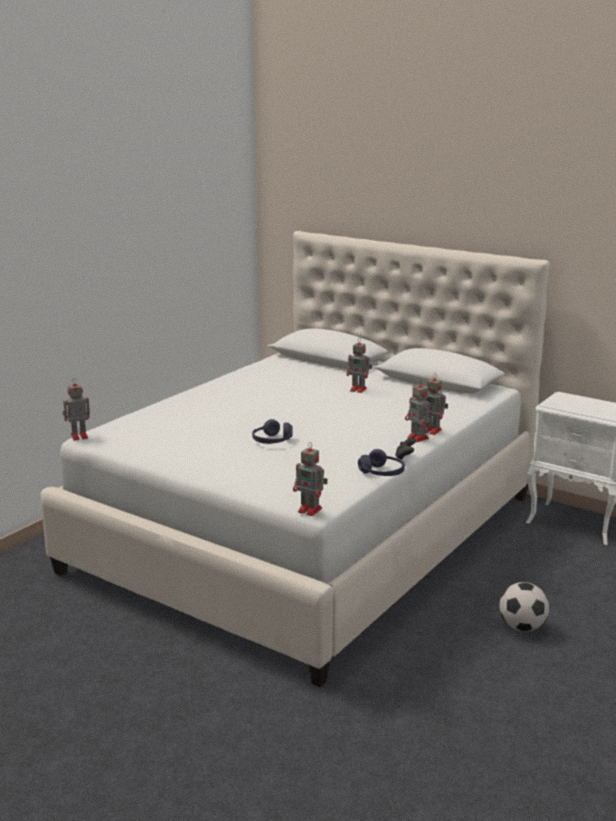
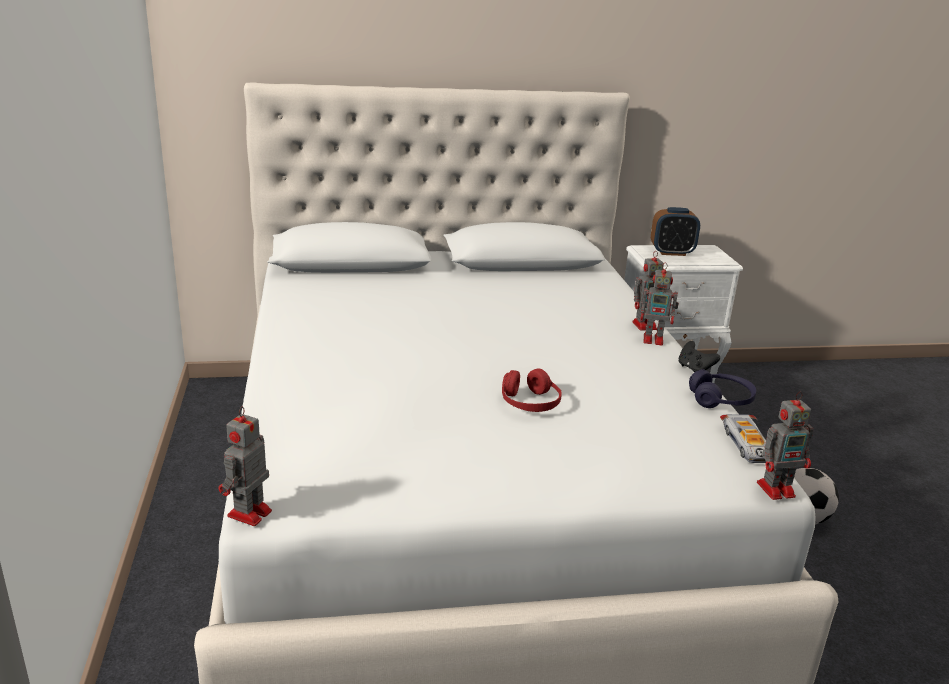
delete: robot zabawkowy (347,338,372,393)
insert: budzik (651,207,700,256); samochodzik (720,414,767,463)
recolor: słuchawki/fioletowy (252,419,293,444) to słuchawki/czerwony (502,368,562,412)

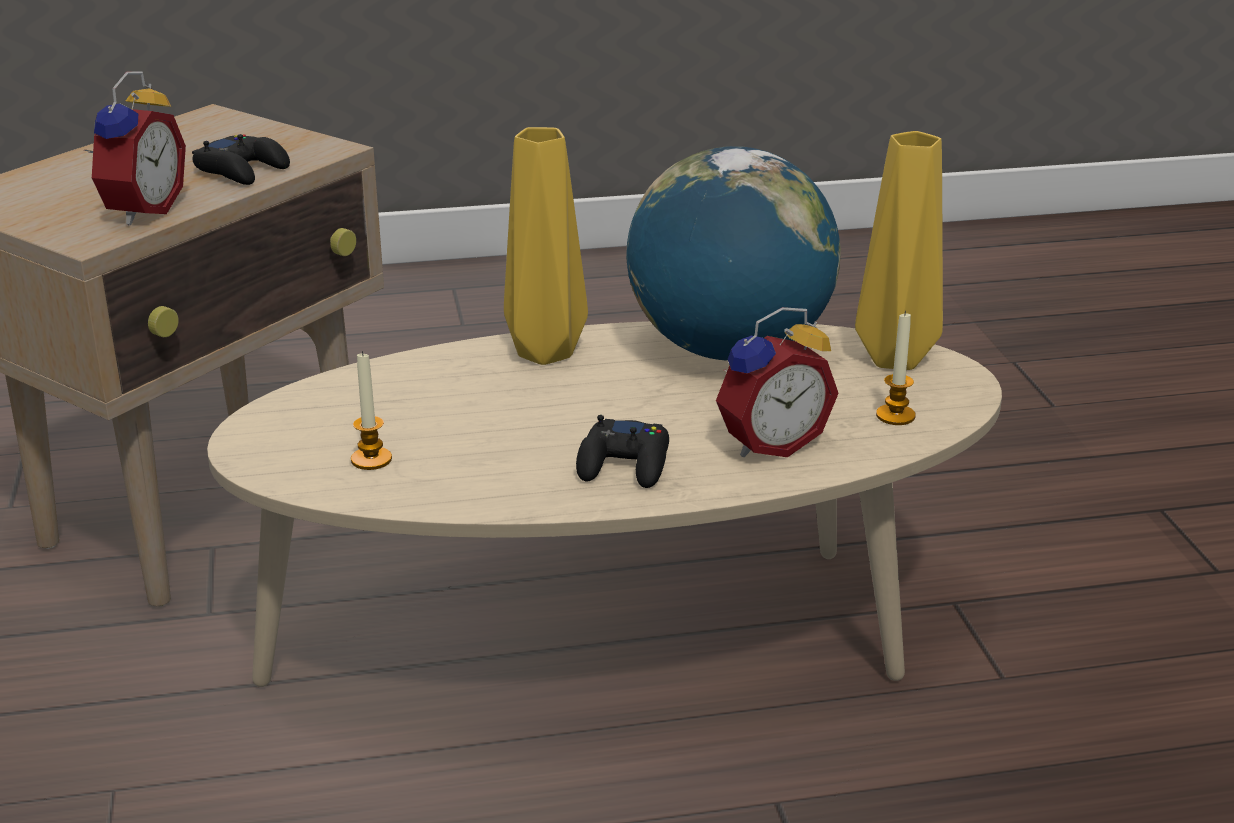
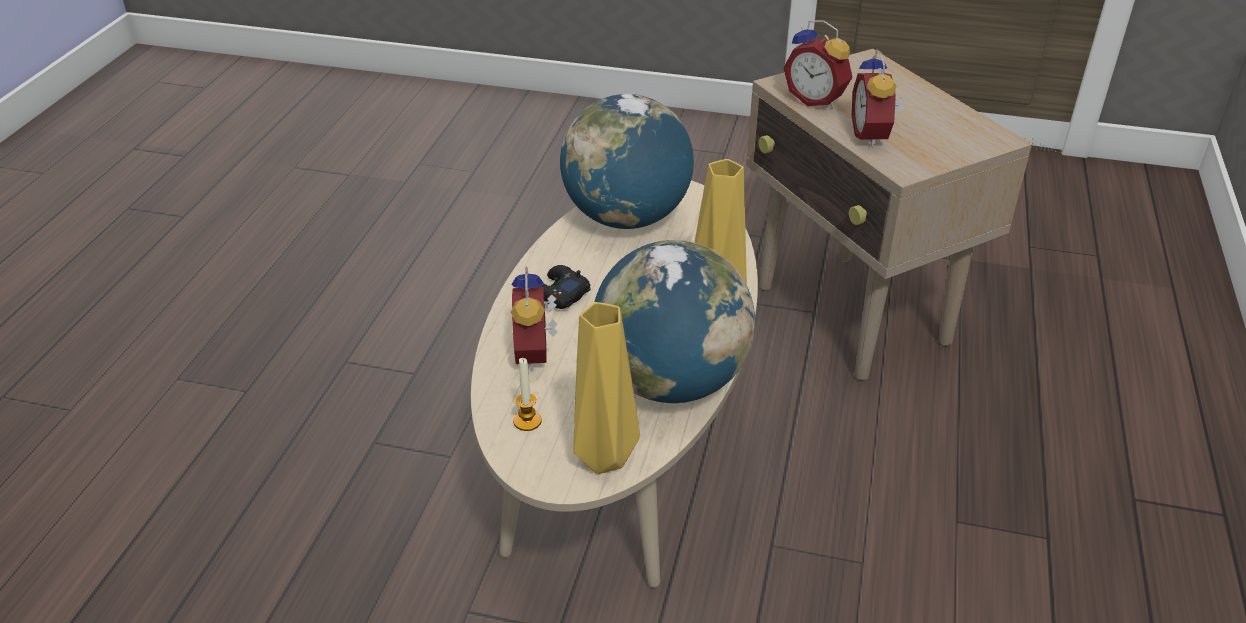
replace: świeca (351,351,392,470) to globus (560,94,694,229); pad do gier/czarny (192,134,290,185) to budzik (852,50,904,147)

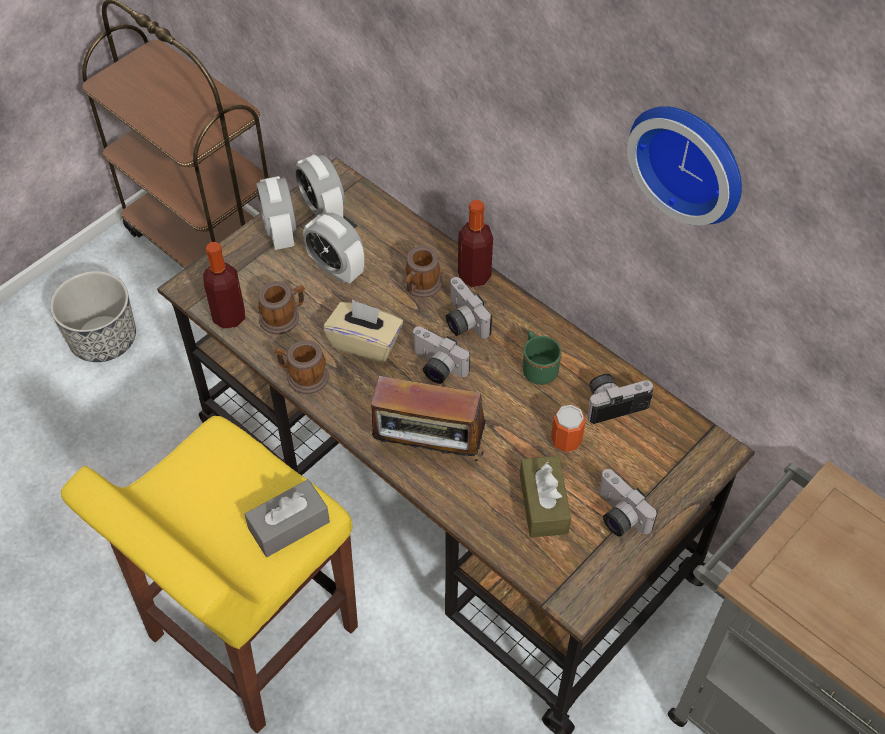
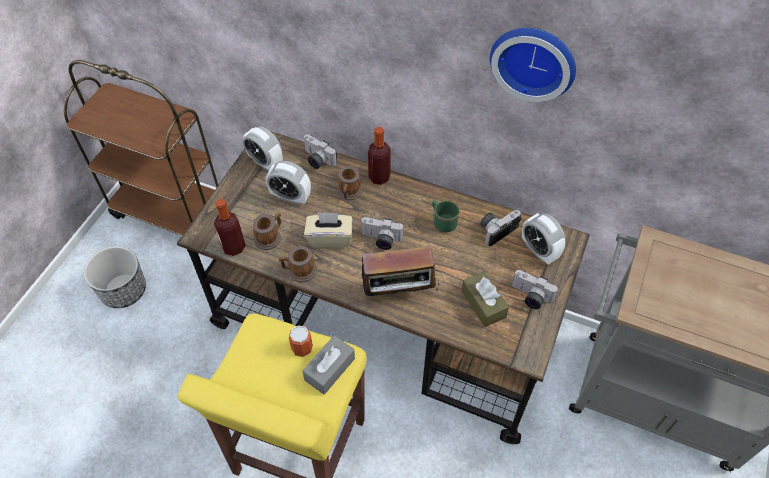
move: puszka (551,405,586,452) to (289,325,313,357); aparat fotograficzny (446,277,492,339) to (304,134,337,169); budzik (256,176,296,250) to (522,213,566,265)

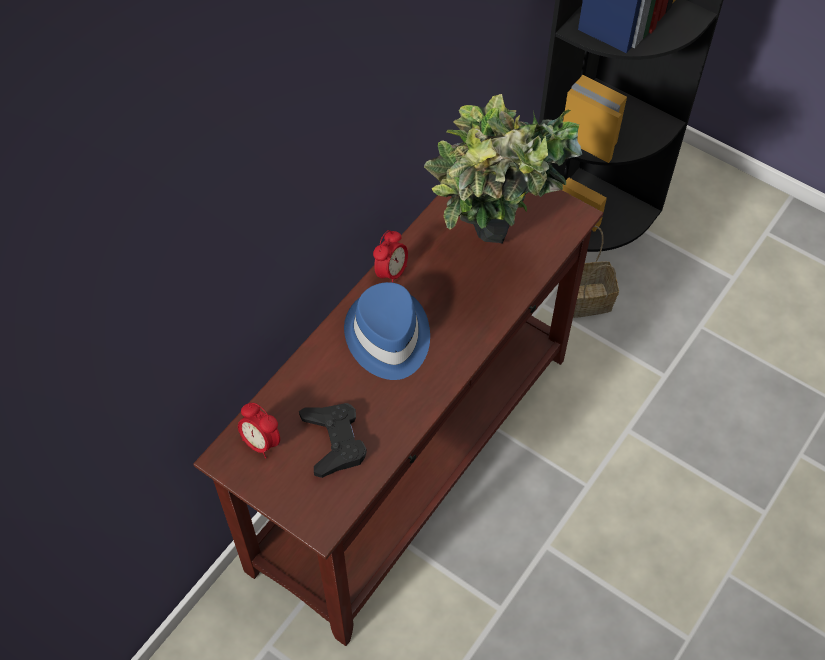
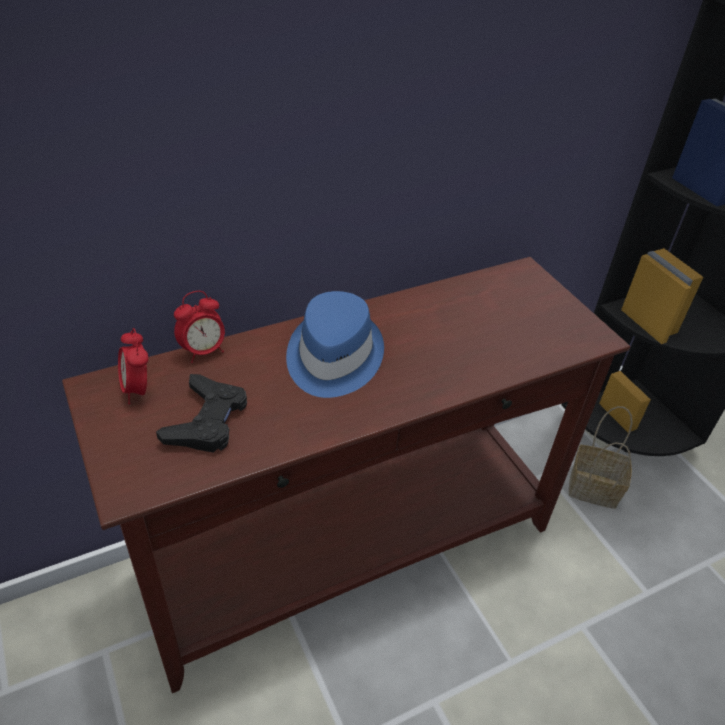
delete: roślina doniczkowa (424,94,582,244)
move: budzik (373,230,408,283) to (174,291,225,363)

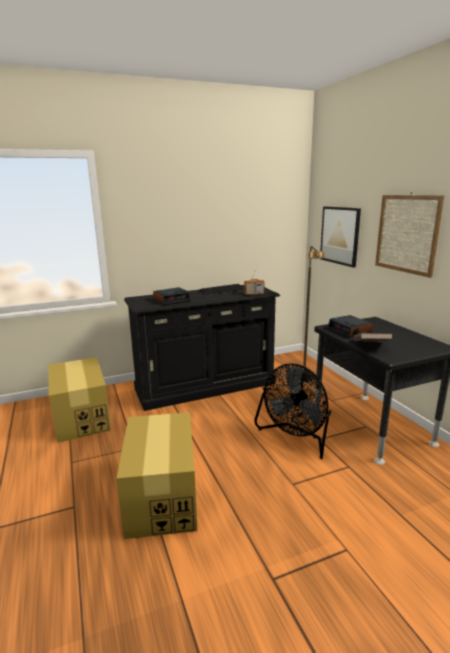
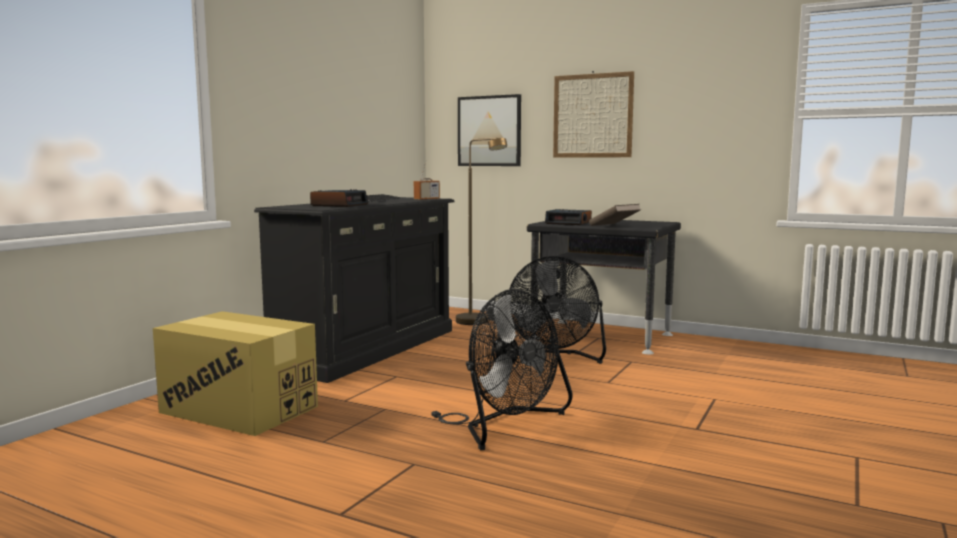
replace: karton (116,412,197,539) to wentylator/czarny (432,289,573,450)

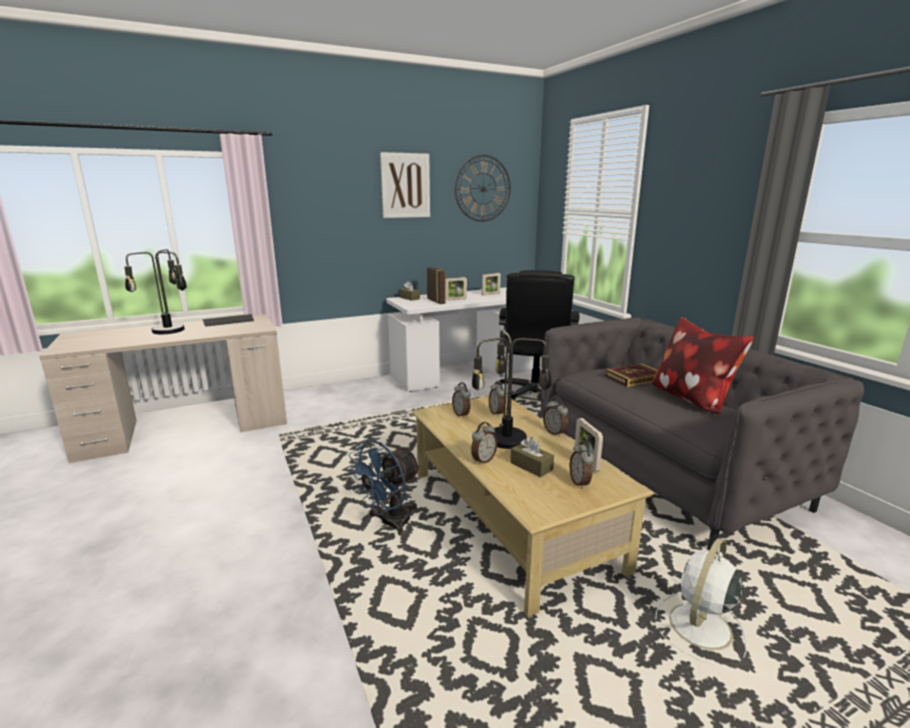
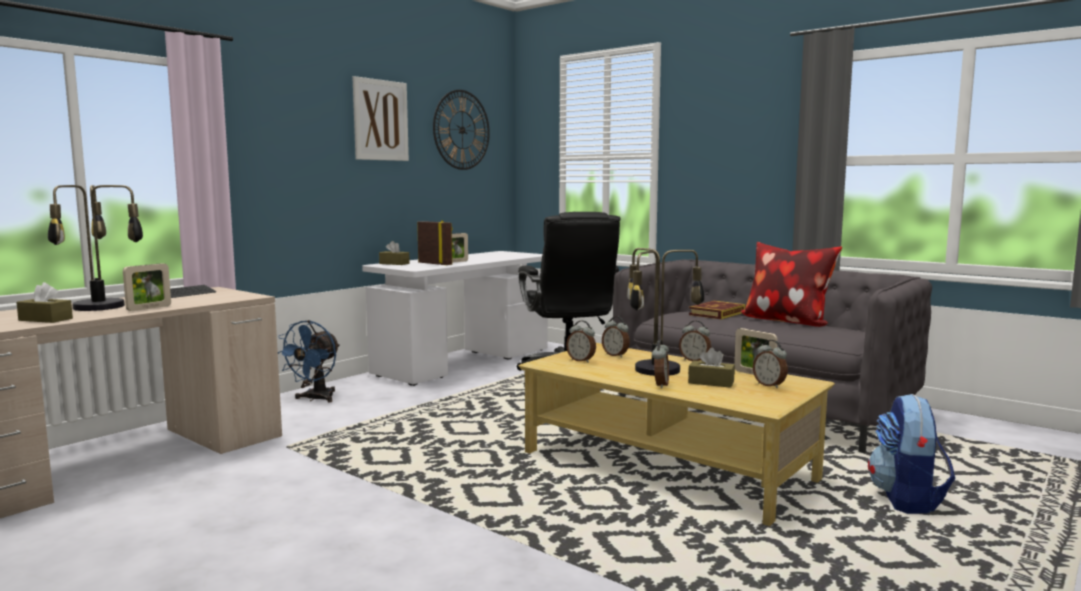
insert: pudełko chusteczek/brązowy (16,282,73,323)
move: ramka na zdjęcie (482,273,501,296) to (123,263,171,311); wentylator/niebieski (347,440,421,535) to (278,320,340,403)
replace: wentylator/biały (655,538,747,665) to plecak (868,394,955,514)

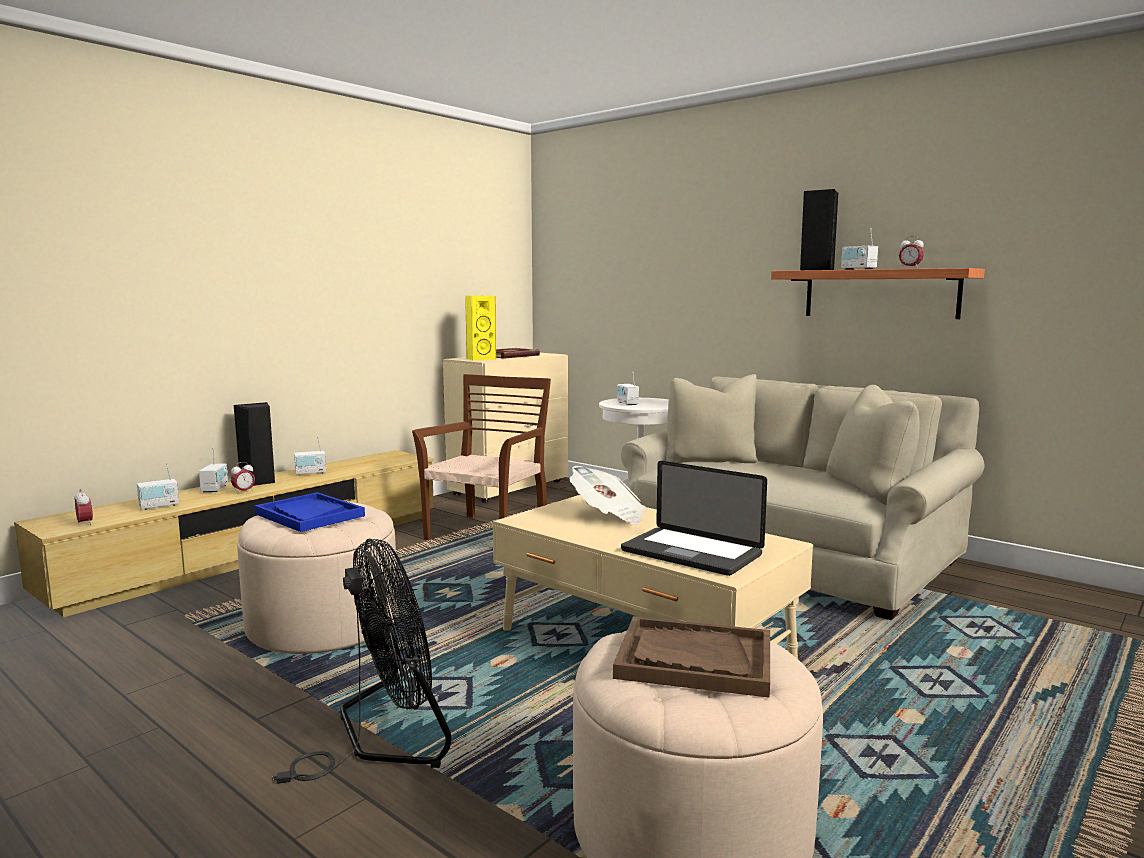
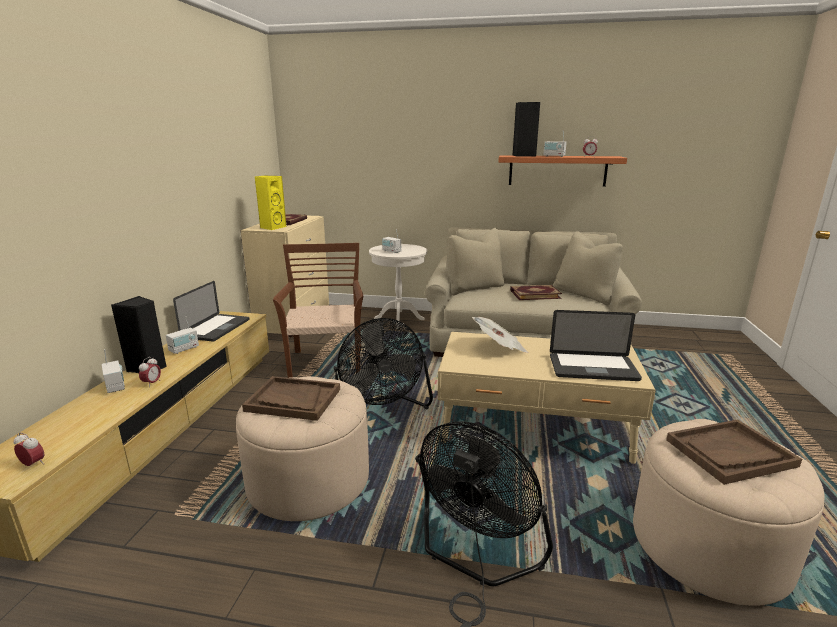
delete: radio (137,462,179,510)
insert: laptop (173,281,249,342); wentylator/czarny (334,318,433,410); książka (510,285,562,300)
recolor: taca/niebieski (254,492,365,532) to taca/brązowy (242,376,340,421)

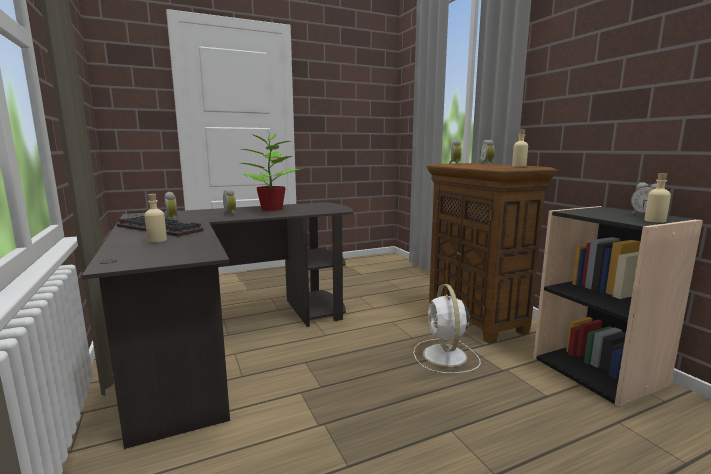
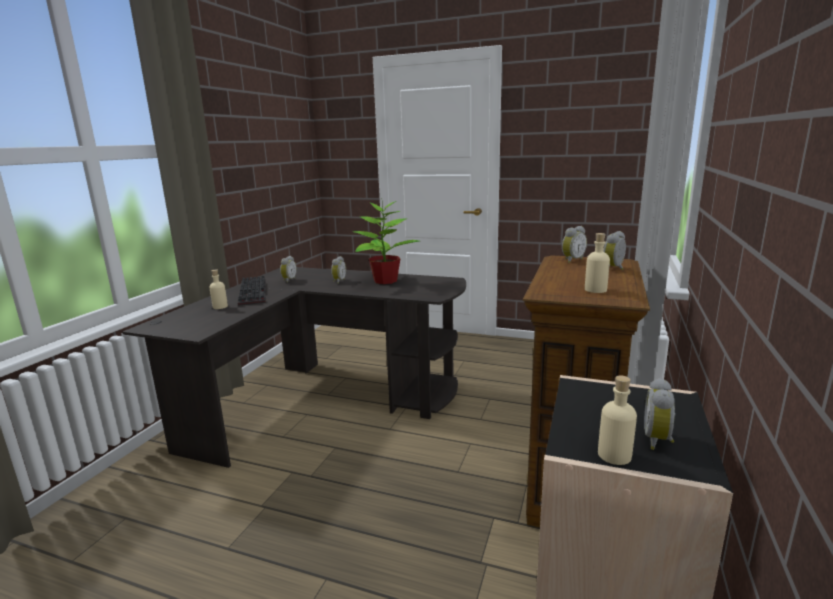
delete: wentylator/biały (413,284,481,373)

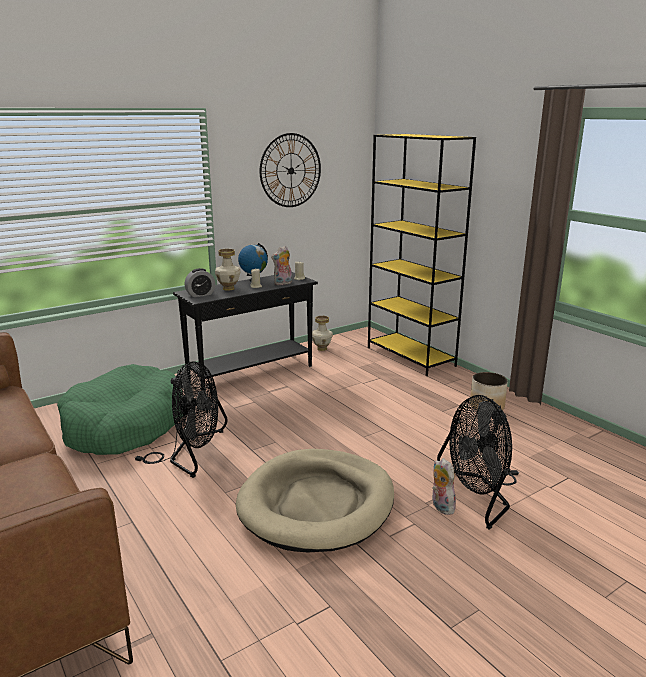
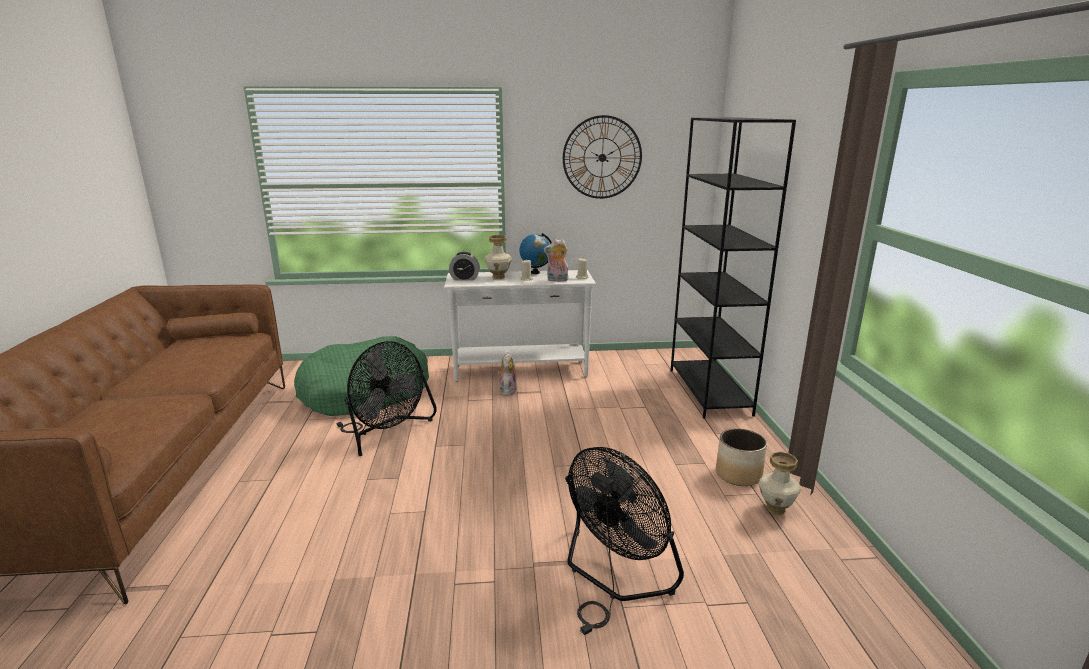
delete: legowisko/beżowy (236,449,394,552)
move: pluszak (432,458,456,515) to (497,352,516,396); wazon (312,316,333,351) to (758,452,801,515)
recolor: stolik konsolowy/czarny (173,272,318,390) to stolik konsolowy/biały (444,270,596,382); regał/żółty (368,134,476,376) to regał/czarny (670,118,796,419)
rotate: wentylator/czarny (437,395,519,530) = (565,447,684,635) 120 degrees clockwise

